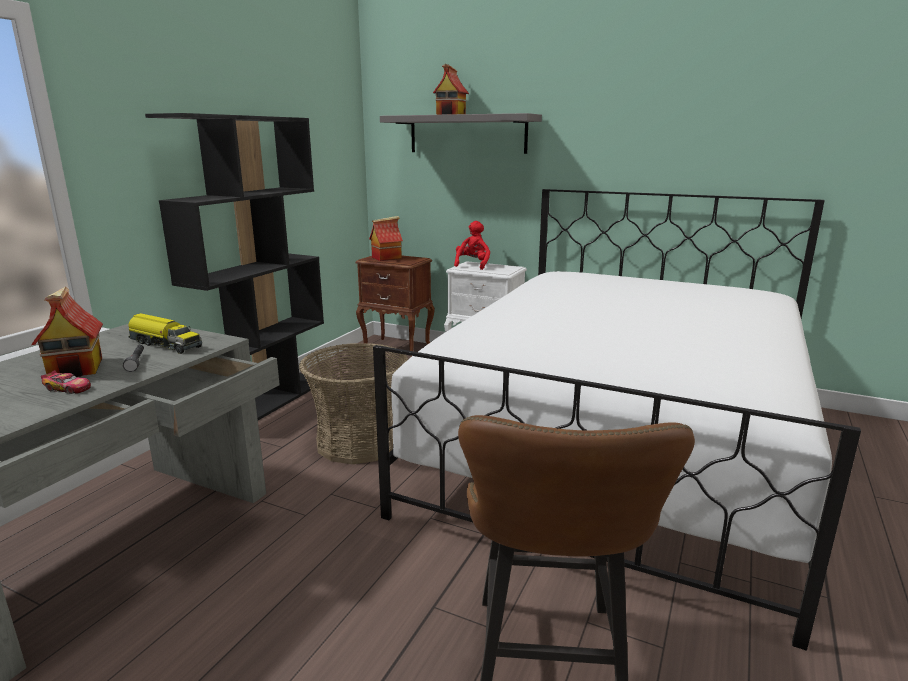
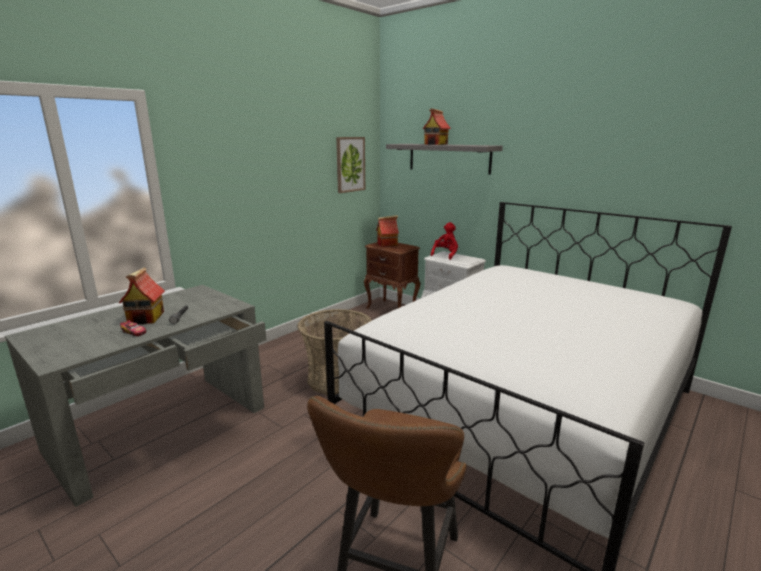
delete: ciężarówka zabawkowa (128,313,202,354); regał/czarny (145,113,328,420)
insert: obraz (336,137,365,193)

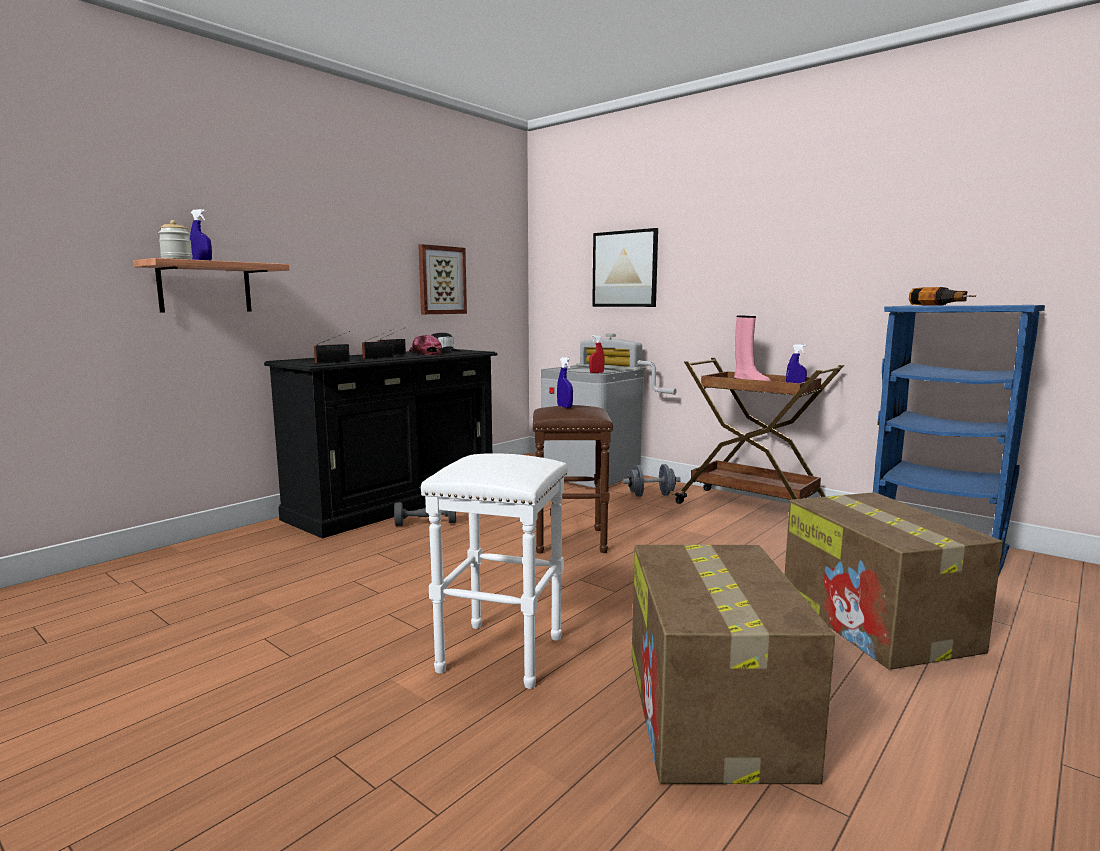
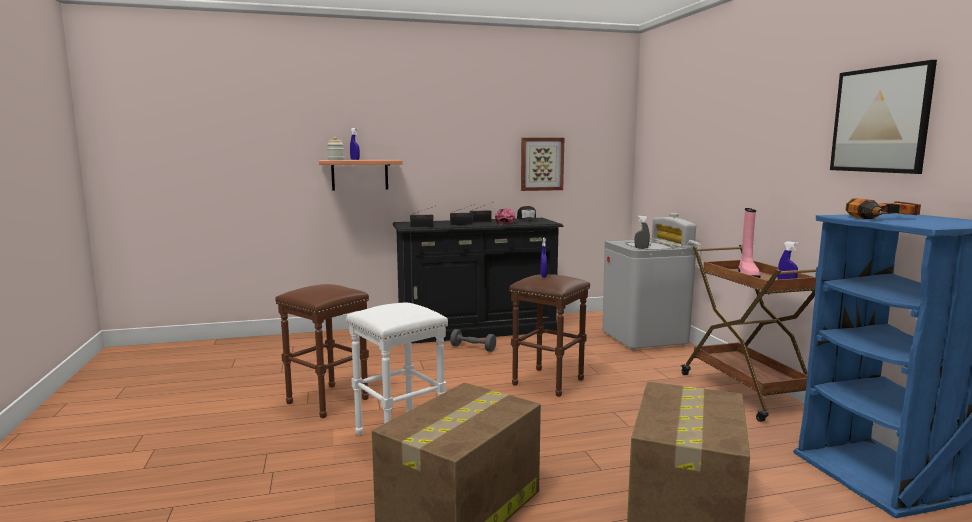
delete: hantel/szary (623,464,681,497)
insert: stołek/brązowy (275,284,369,418)
move: obraz (592,228,658,307) to (830,60,937,174)
recolor: spryskiwacz/czerwony (589,335,605,373) to spryskiwacz/szary (635,215,650,249)

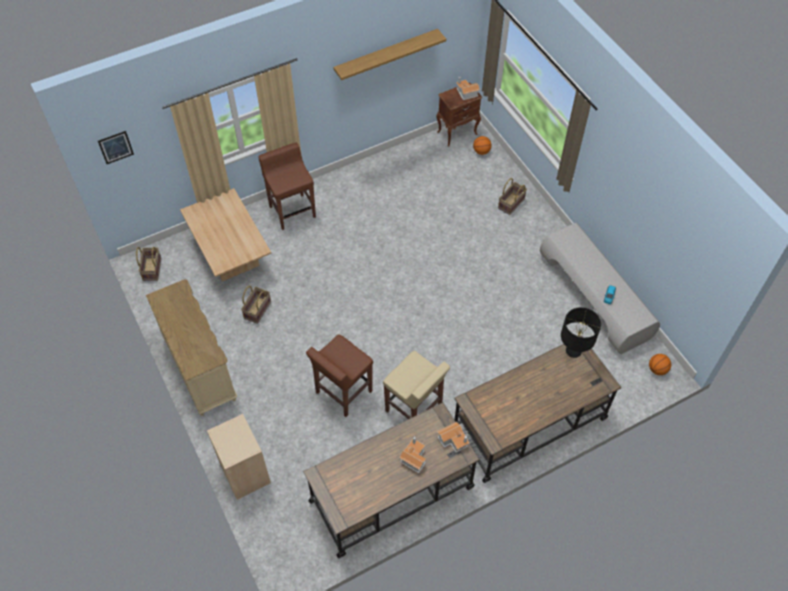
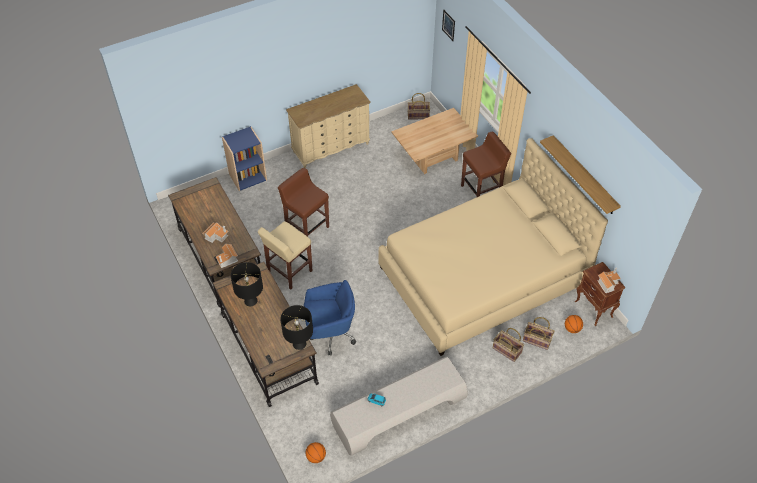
insert: lampa stołowa/czarny (230,262,263,306); krzesło biurowe/niebieski (304,280,356,355); łóżko/beżowy (378,138,608,356)
move: koszyk (241,286,271,324) to (523,317,555,350)
recolor: regał/beżowy (207,414,271,500) to regał/niebieski (222,126,267,191)

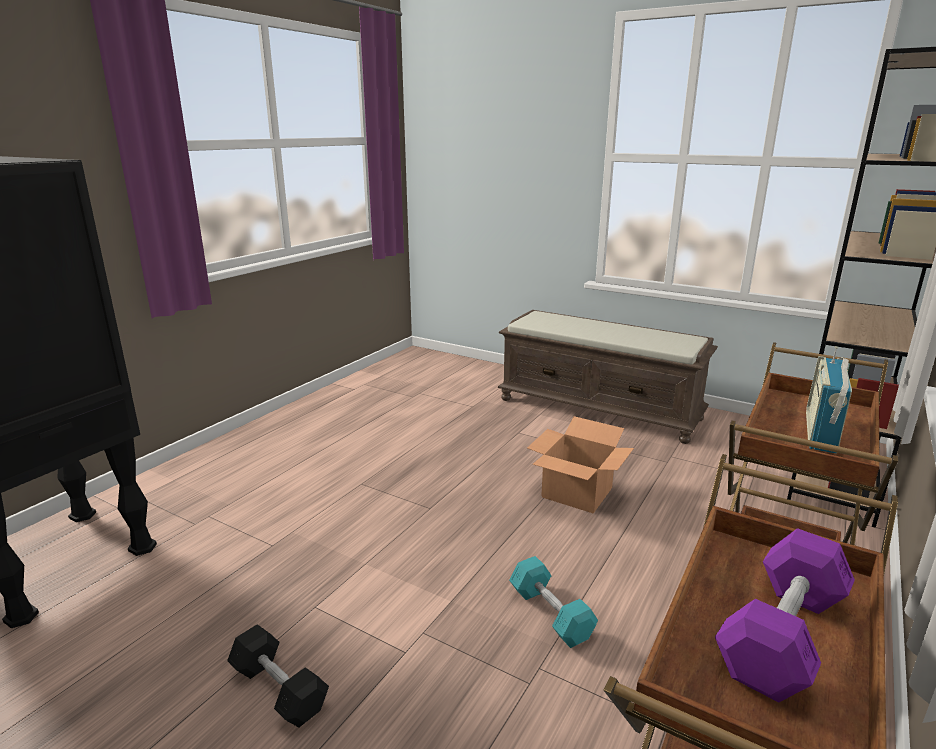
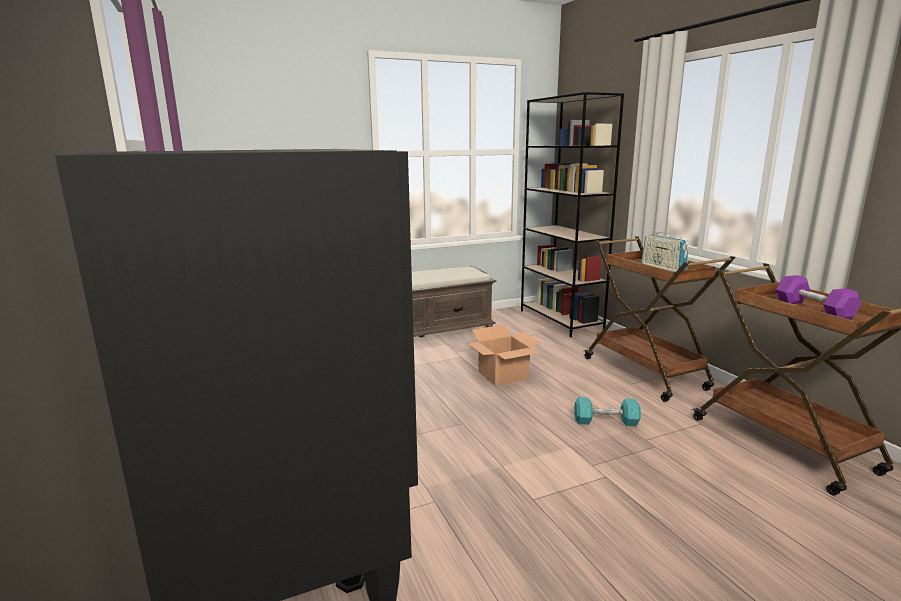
delete: hantel/czarny (227,624,329,727)

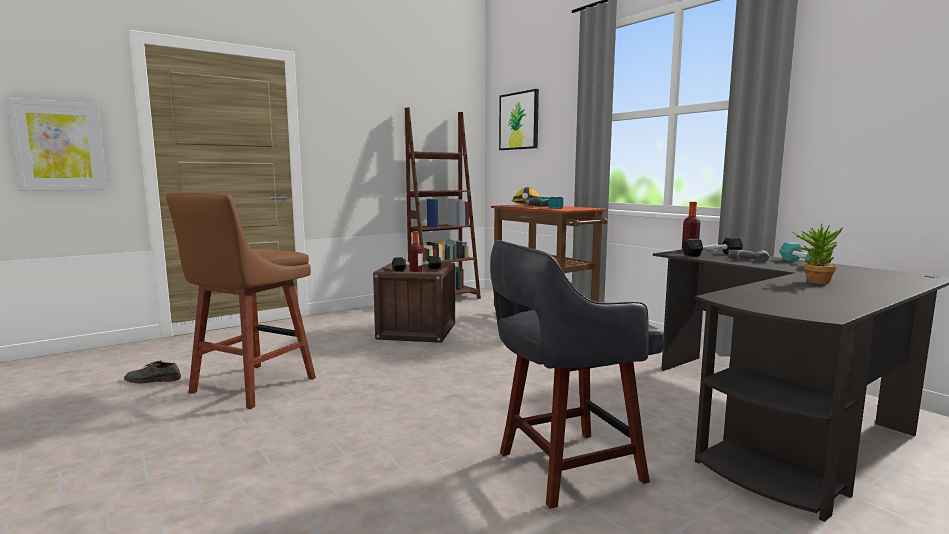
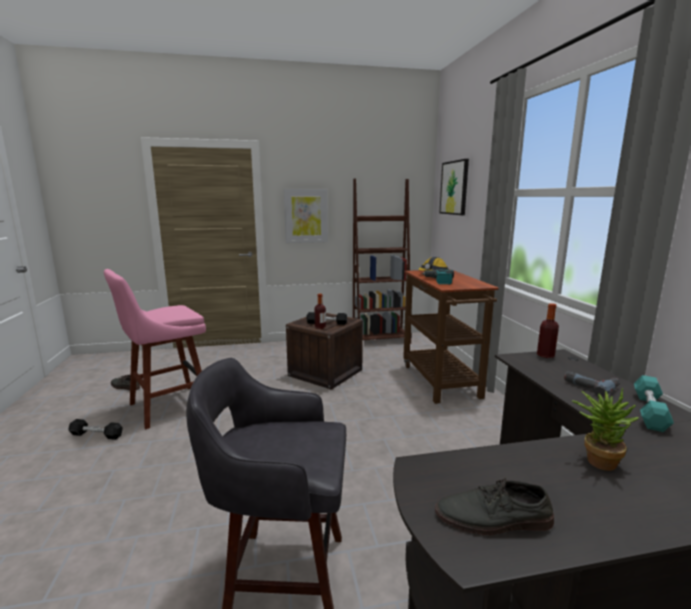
insert: but/szary (435,476,554,535)
move: hantel/czarny (682,237,743,256) to (68,419,123,440); obraz (7,98,108,191) to (284,189,328,243)
recolor: stołek/brązowy (166,192,316,409) to stołek/różowy (104,269,206,429)

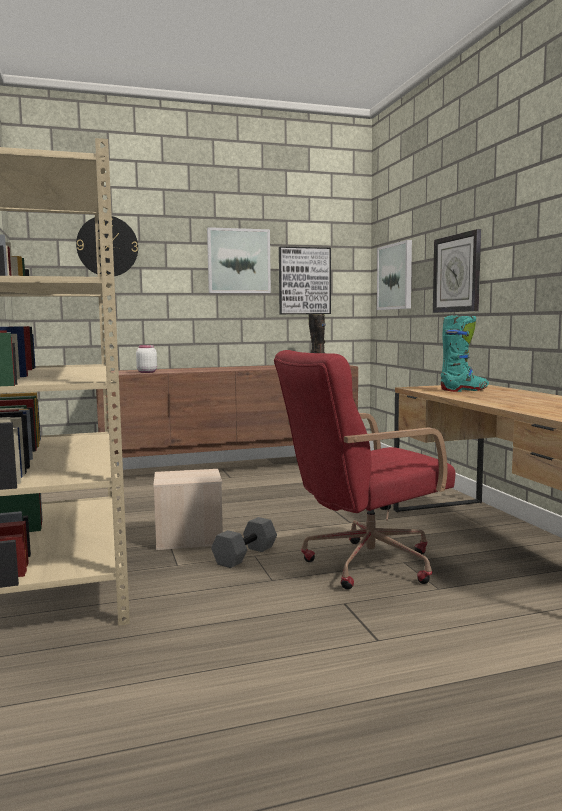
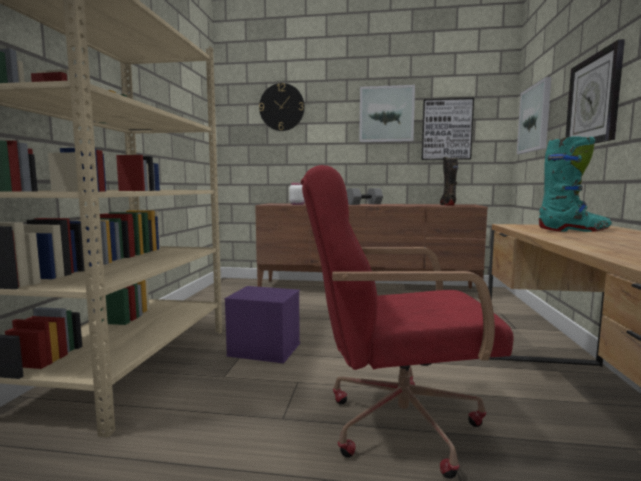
move: hantel/szary (211,517,277,568) to (346,188,383,205)
recolor: pojemnik do przechowywania/beżowy (153,469,223,550) to pojemnik do przechowywania/fioletowy (225,286,300,364)

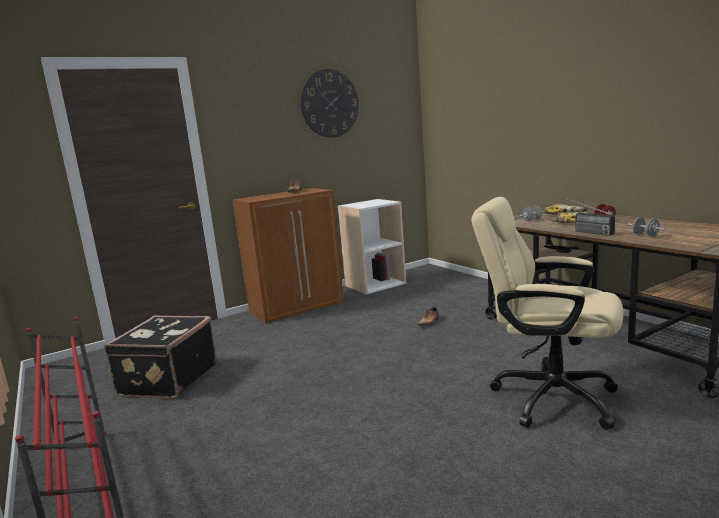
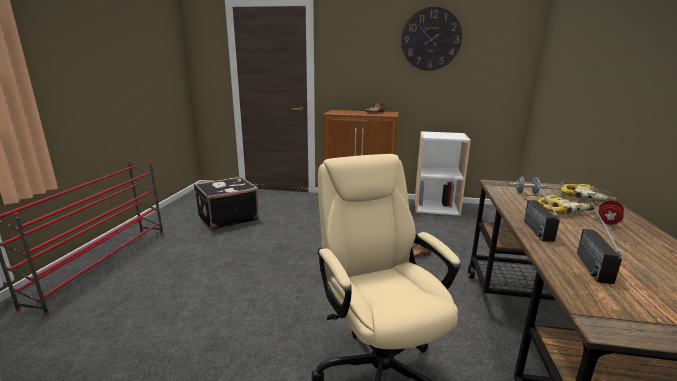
replace: hantel/szary (628,217,665,237) to radio (577,199,622,284)

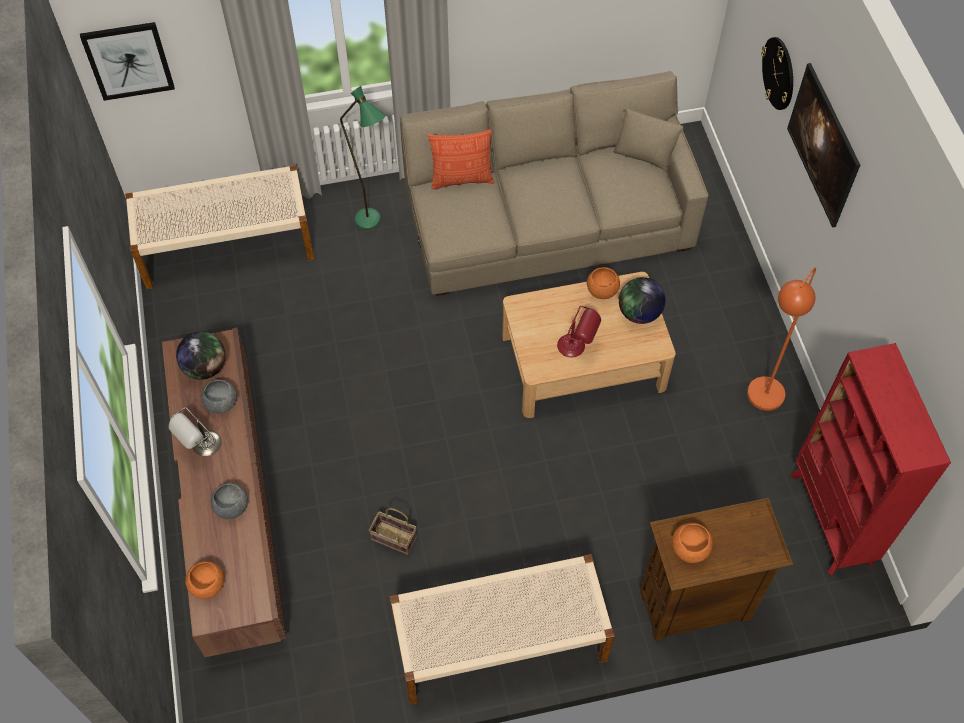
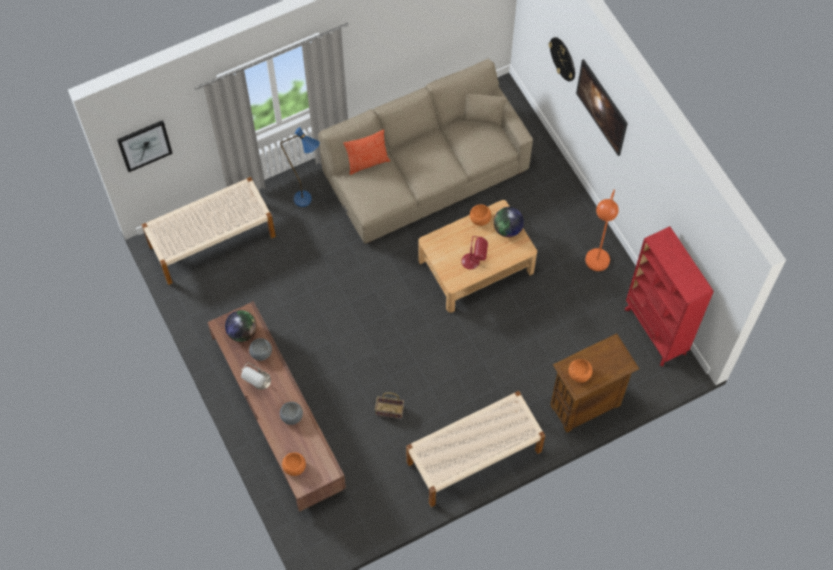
recolor: lampa stojąca/zielony (340,86,386,230) to lampa stojąca/niebieski (280,127,320,207)

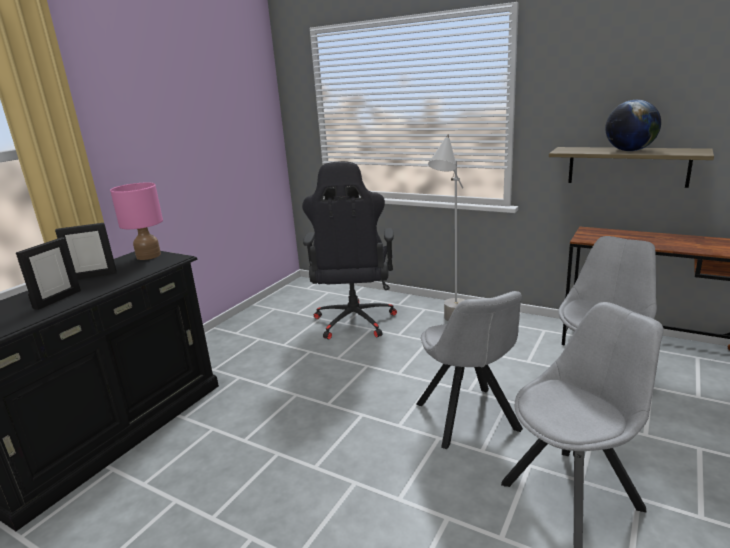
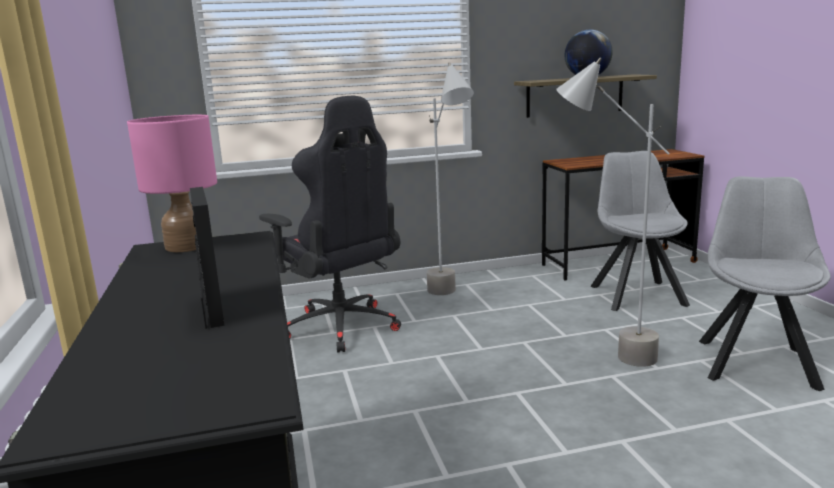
delete: ramka na zdjęcie (55,223,117,279)
replace: krzesło/szary (416,291,523,449) to lampa stojąca/szary (557,58,669,367)

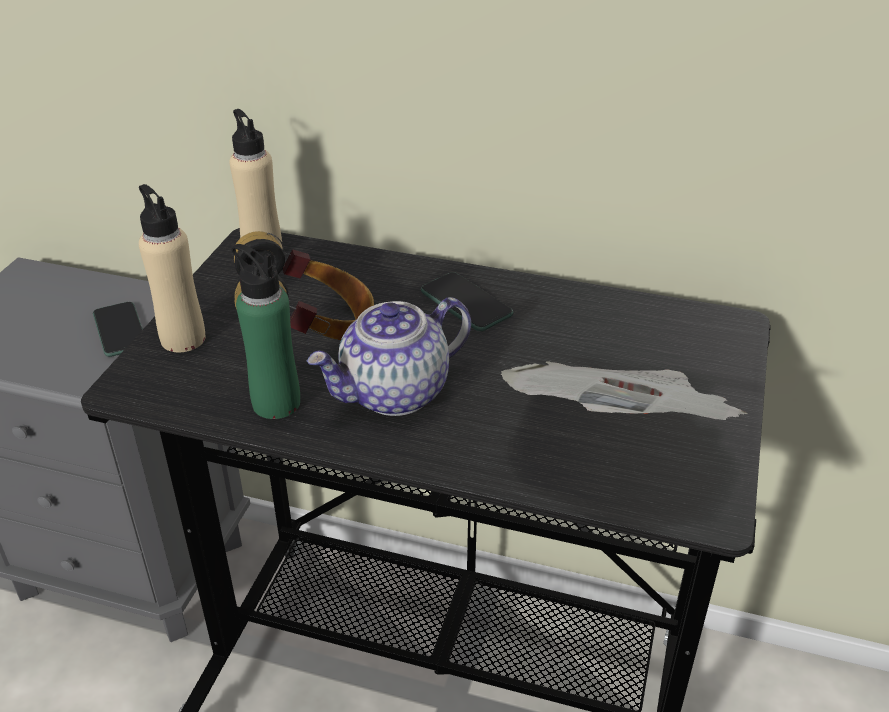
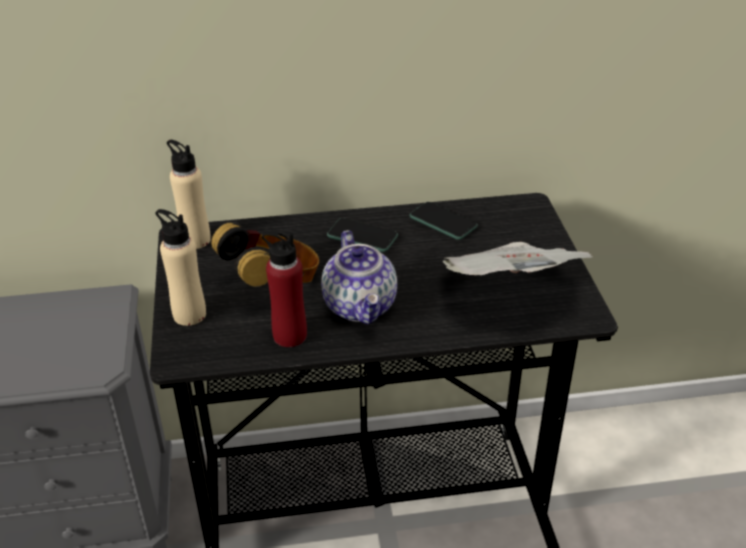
move: telefon (93,302,143,357) to (410,202,478,240)
recolor: butelka/zielony (232,244,300,419) to butelka/czerwony (262,231,307,347)
rotate: imbryk (307,297,471,416) = (321,230,397,325) 45 degrees counterclockwise

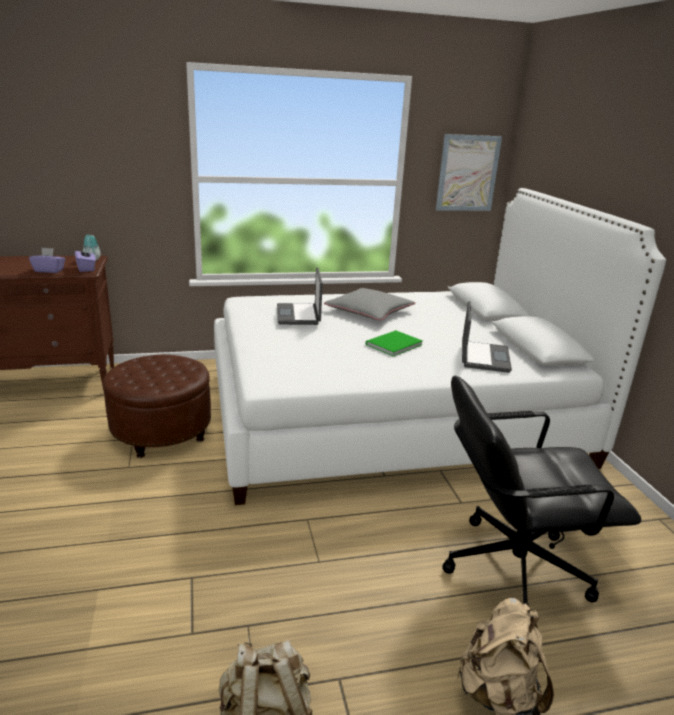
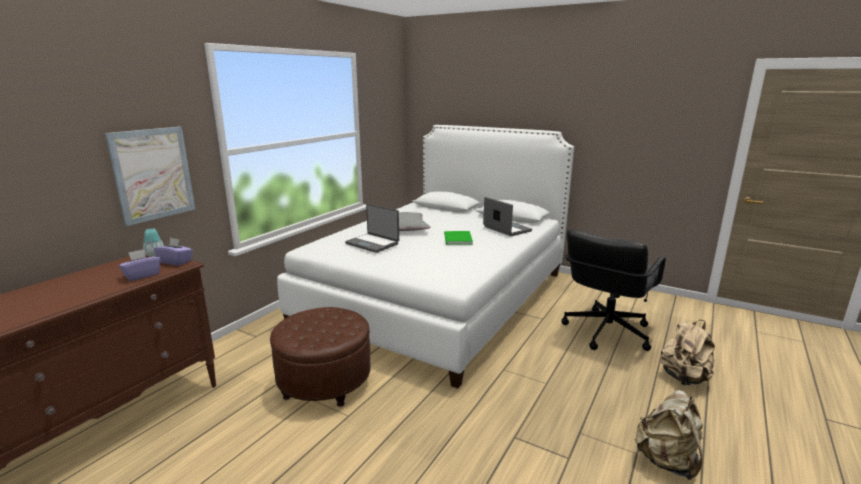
move: obraz (436,134,502,211) to (105,127,195,226)

